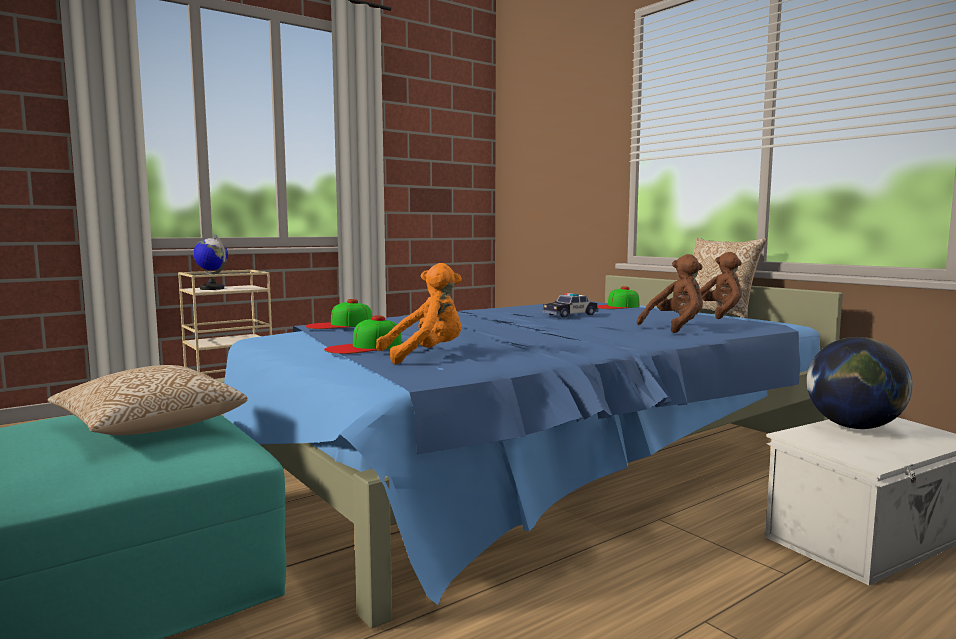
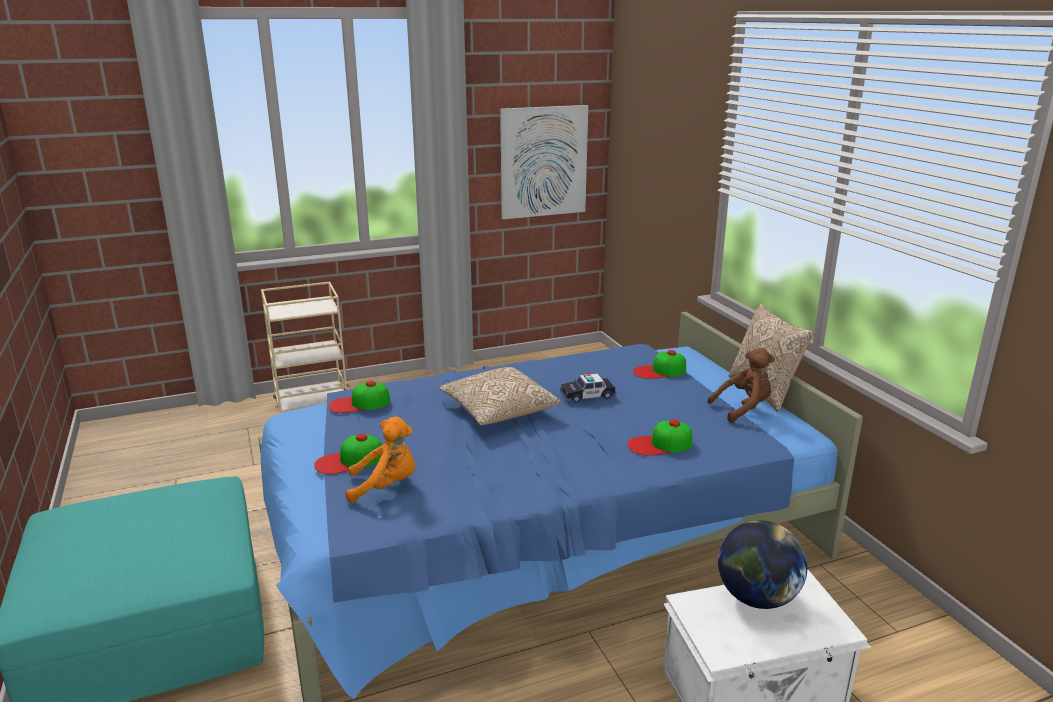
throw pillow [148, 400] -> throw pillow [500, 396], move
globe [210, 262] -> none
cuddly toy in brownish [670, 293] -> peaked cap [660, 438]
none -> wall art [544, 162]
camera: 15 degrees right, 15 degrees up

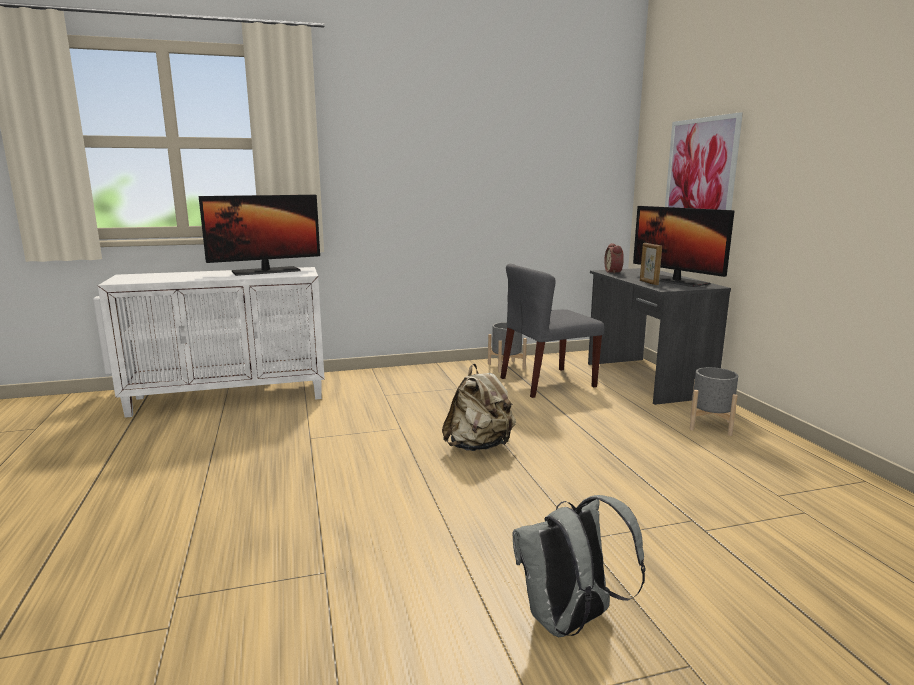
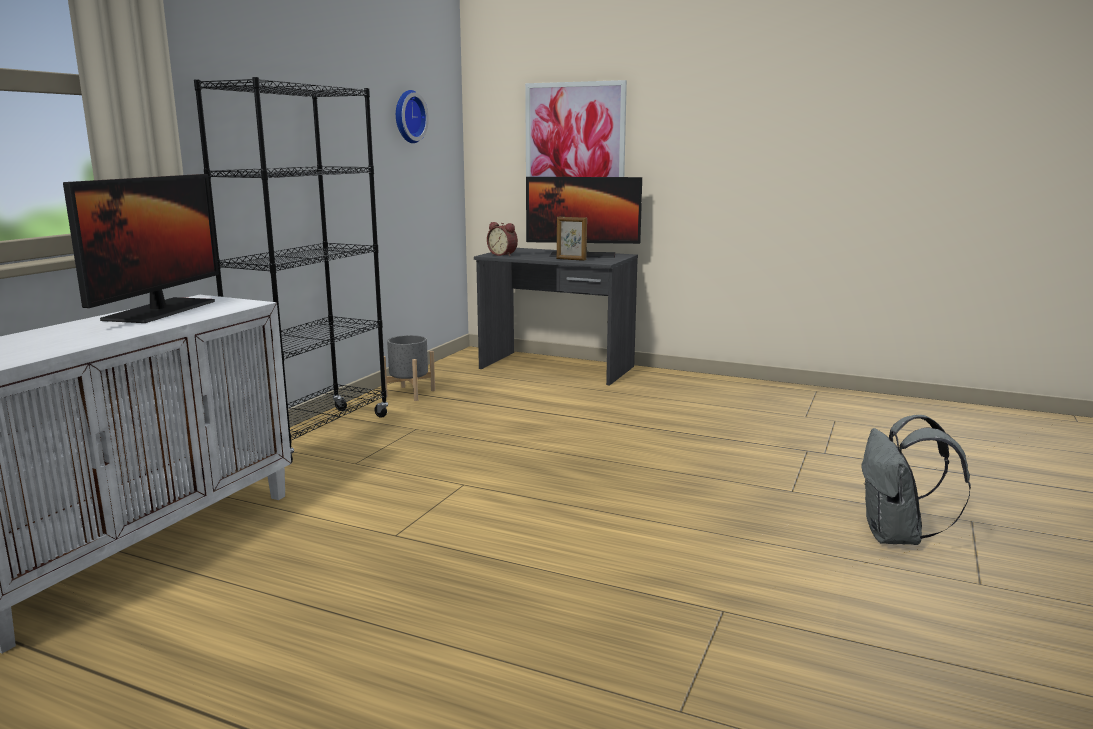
backpack in beige [479, 407] -> none
chair in gray [552, 331] -> none
planter in gray [714, 401] -> none
none -> shelving unit in black-coloured [291, 270]
none -> wall clock [412, 116]
camera: 50 degrees left, 0 degrees up

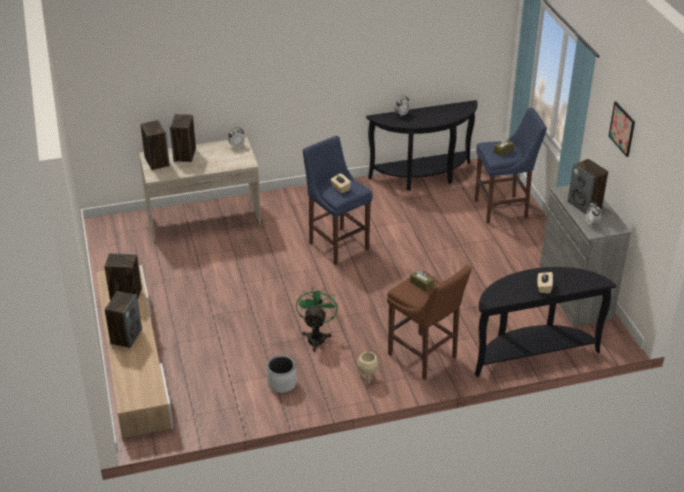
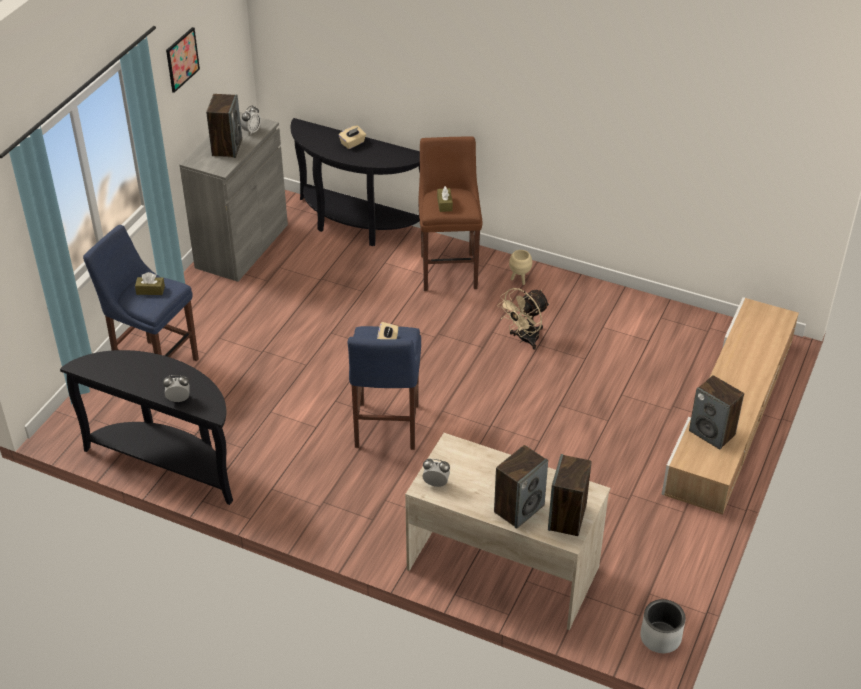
audio speaker [123, 319] -> none
planter in gray [282, 374] -> planter in gray [663, 626], move
electric fan in greenish [317, 319] -> electric fan in beige [523, 319]
camera: 140 degrees left, 5 degrees up

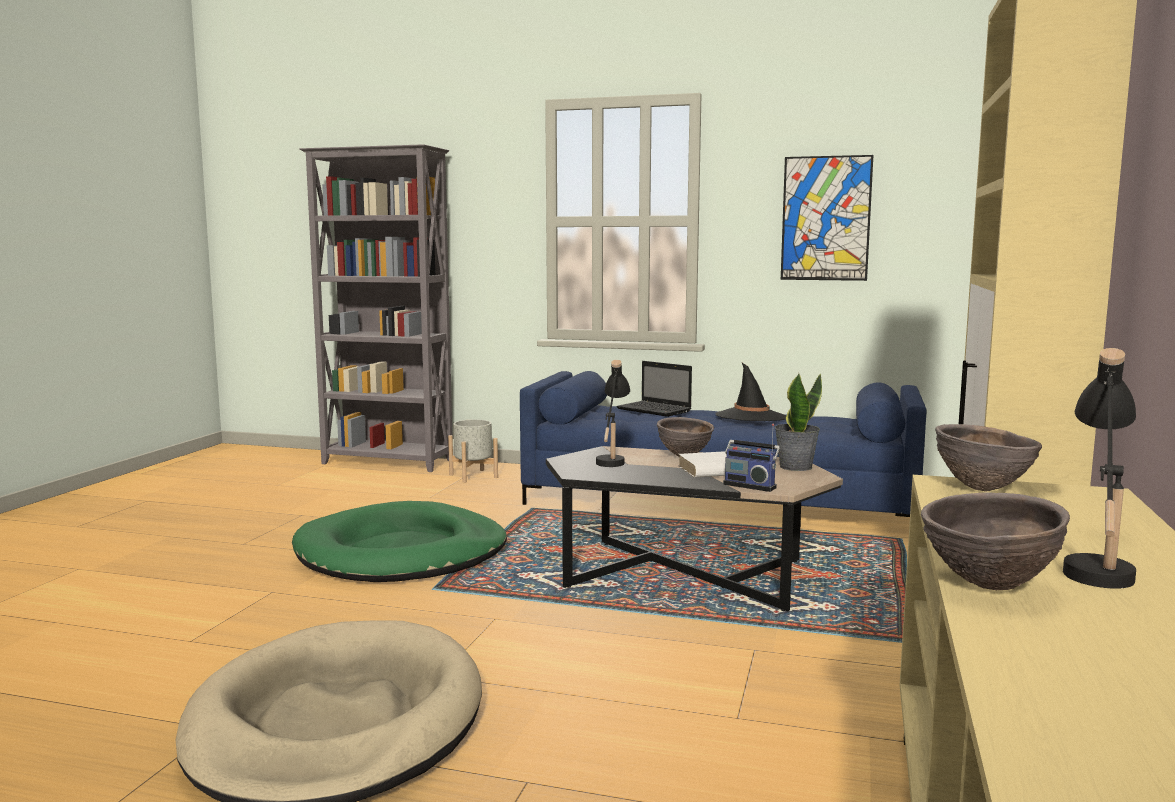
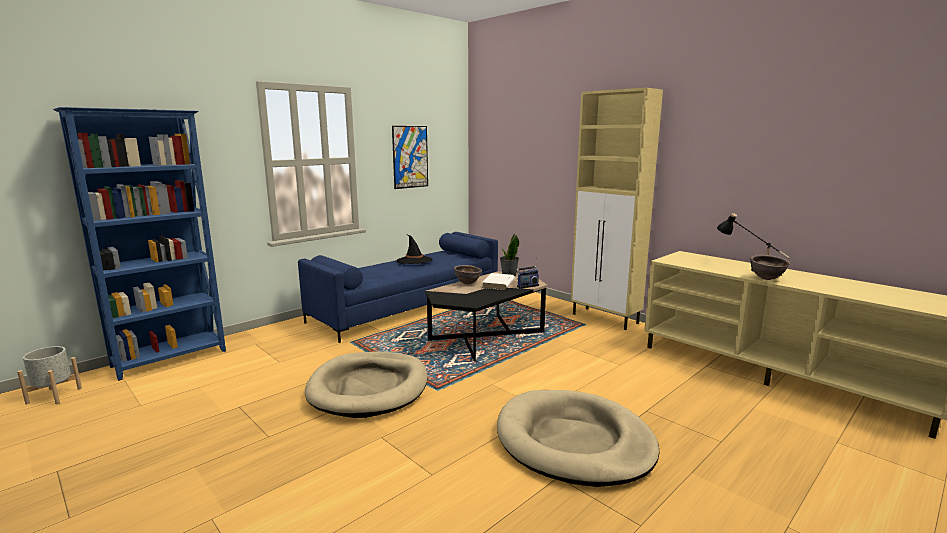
pet bed in greenish [399, 541] -> pet bed in beige [366, 385]
shelving unit in gray [375, 308] -> shelving unit in blue [139, 244]
planter in gray [473, 451] -> planter in gray [49, 375], move
table lamp in black-coloured [613, 413] -> none
portable computer [654, 389] -> none
deep dish in brownish [988, 458] -> none
camera: 60 degrees left, 5 degrees up

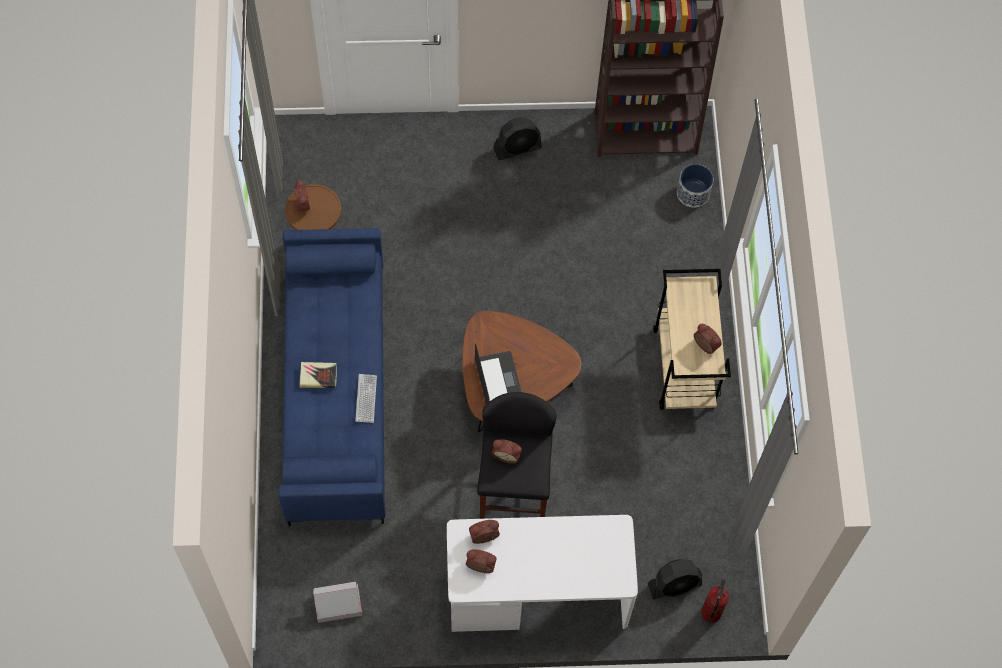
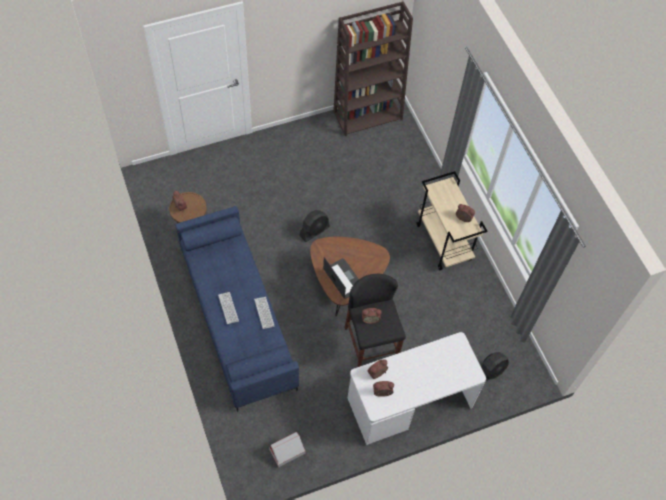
book [318, 375] -> PC keyboard [228, 308]
electric fan in black-coloured [517, 138] -> electric fan in black-coloured [314, 226], move
planter [695, 185] -> none
fire-fighting cylinder [715, 601] -> none
camera: 20 degrees left, 5 degrees down

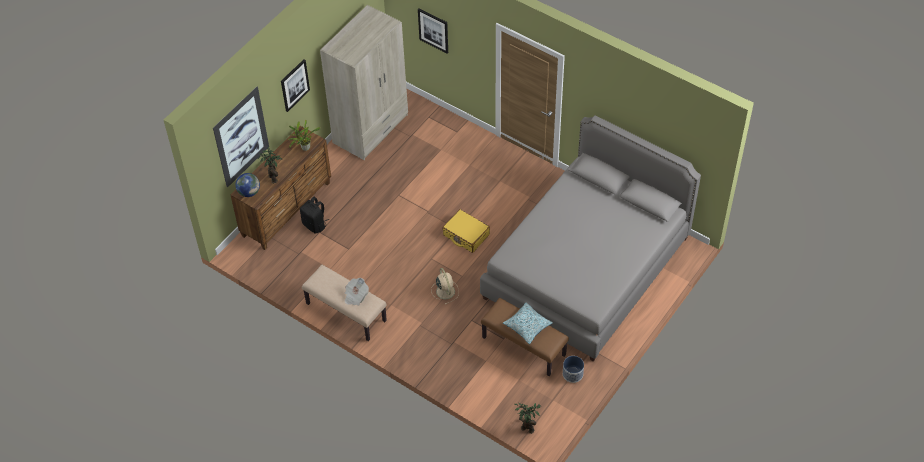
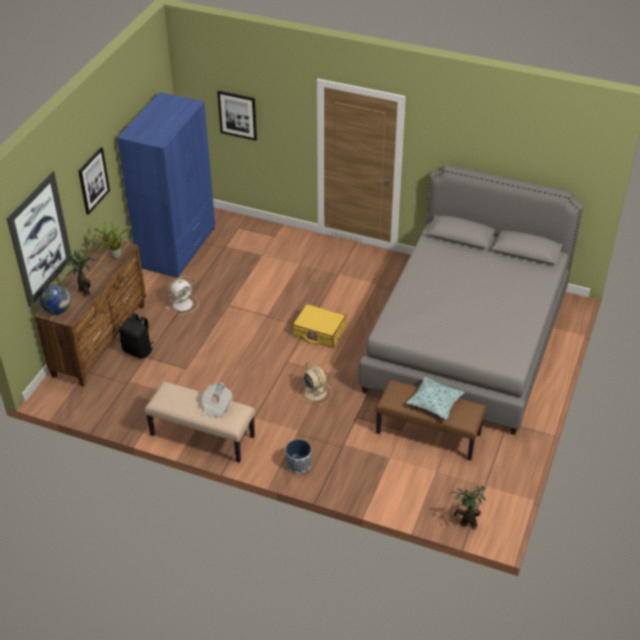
clothes cupboard in beige [364, 82] -> clothes cupboard in blue [166, 185]
planter [573, 369] -> planter [299, 456], move
none -> electric fan in whitish [182, 295]
camera: 15 degrees left, 10 degrees down

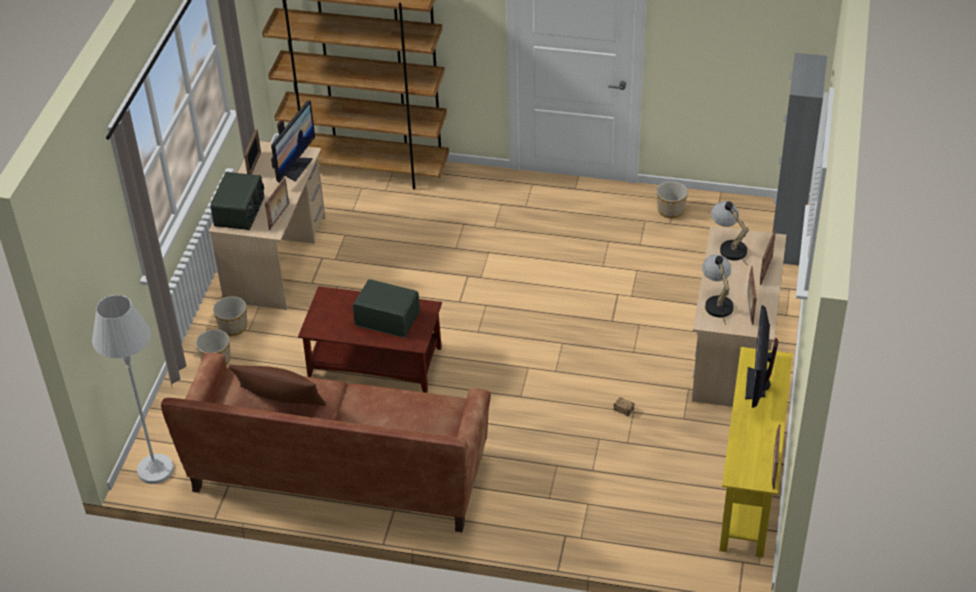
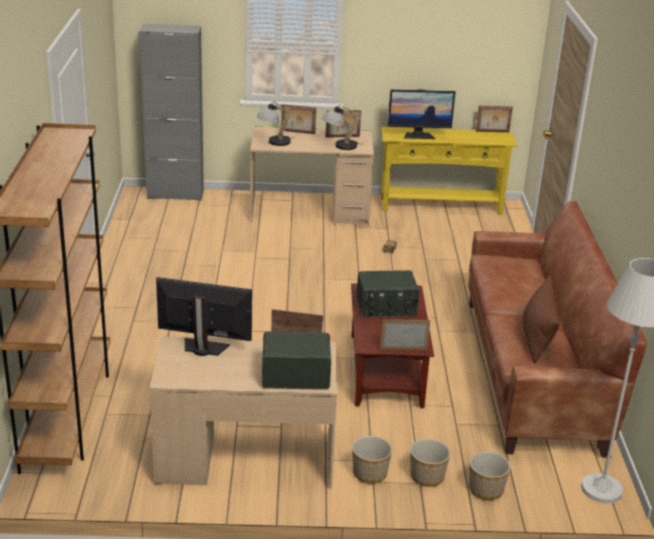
picture frame [252, 152] -> picture frame [405, 334], move
radio [386, 308] -> radio [388, 293], 105 degrees counterclockwise
planter [672, 199] -> planter [489, 475], move
camera: 105 degrees left, 15 degrees down

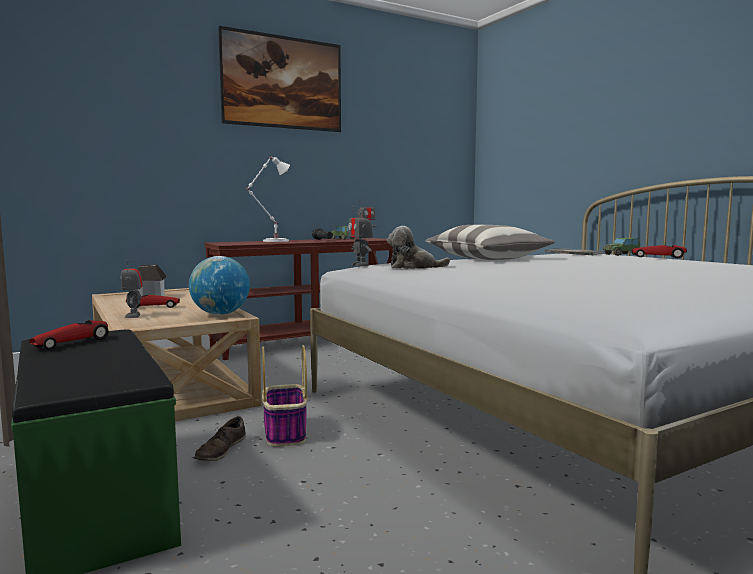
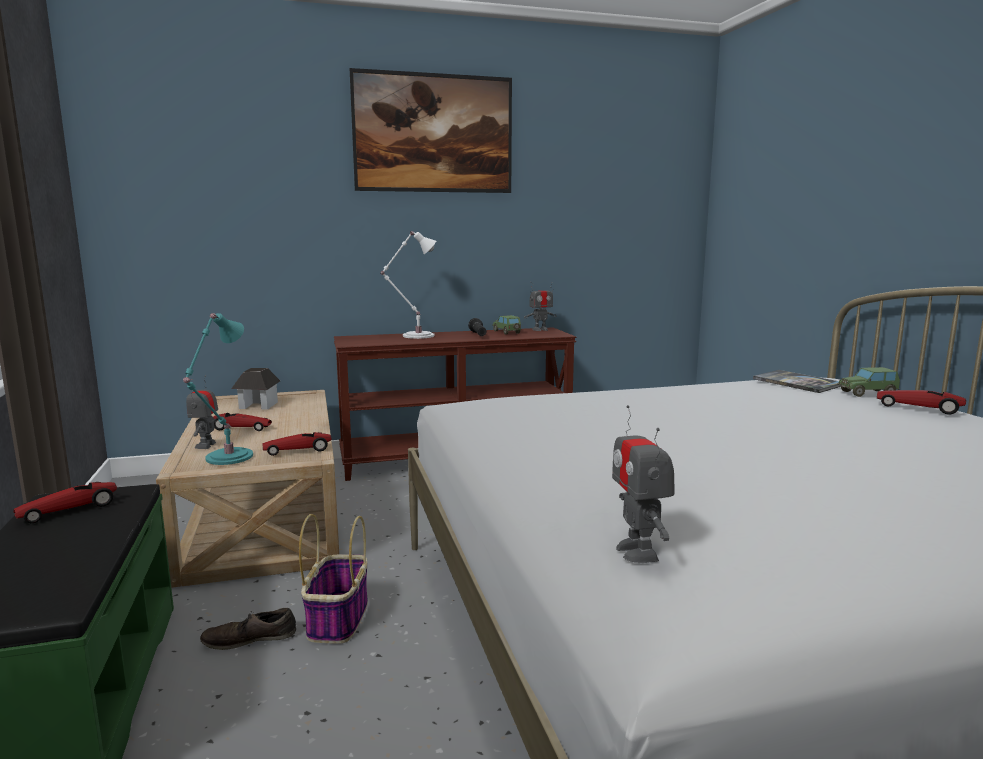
globe [219, 285] -> miniature car [297, 444]
low shoe in brownish [220, 438] -> low shoe in brownish [248, 629], 45 degrees clockwise
model robot [360, 237] -> model robot [643, 484], move
cuddly toy [418, 247] -> none
throw pillow [490, 242] -> none
none -> table lamp in blue-green [218, 389]
camera: 15 degrees right, 5 degrees up

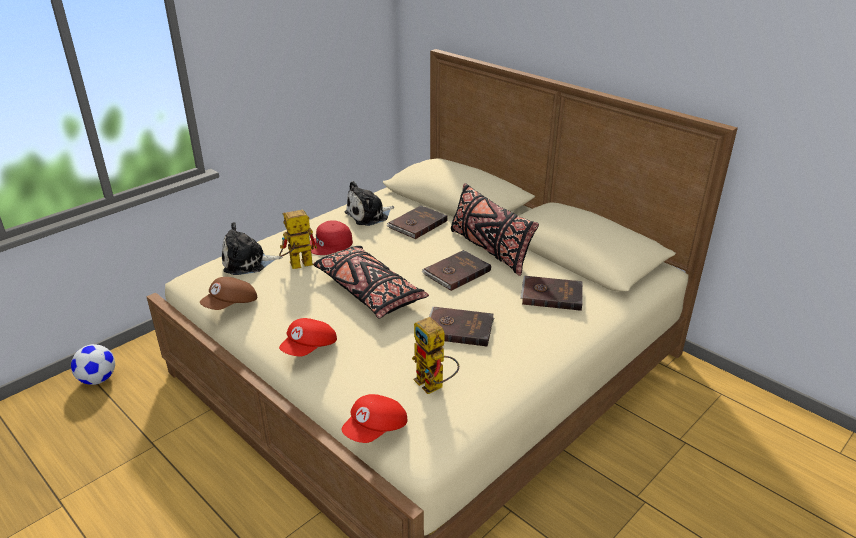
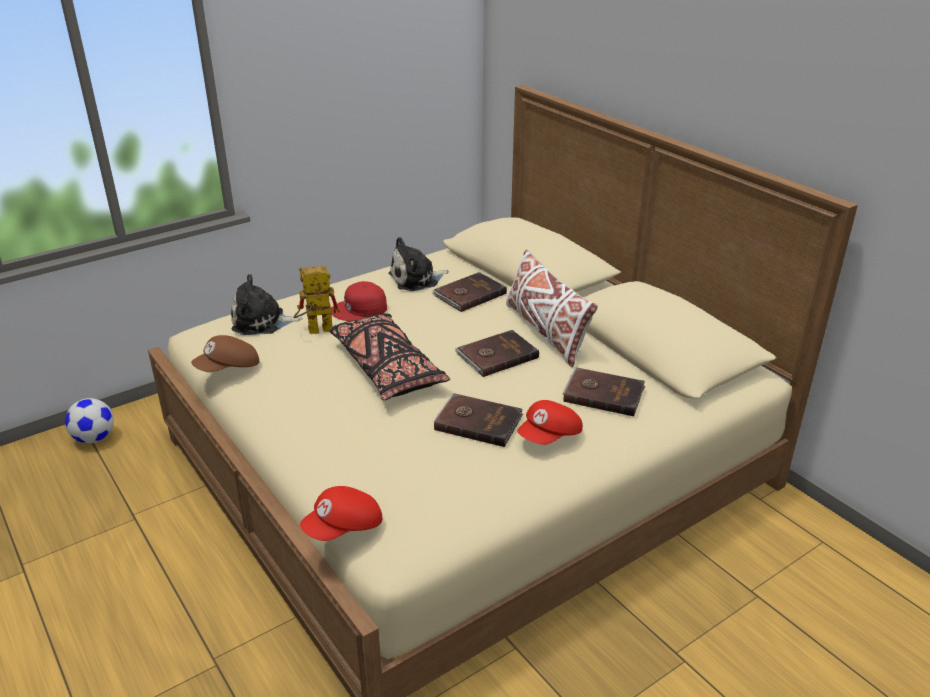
peaked cap in red-coloured [308, 337] -> peaked cap in red-coloured [550, 422], move
model robot [435, 355] -> none
throw pillow in black-coloured [495, 229] -> throw pillow in whitish [552, 308]
camera: 10 degrees right, 0 degrees up

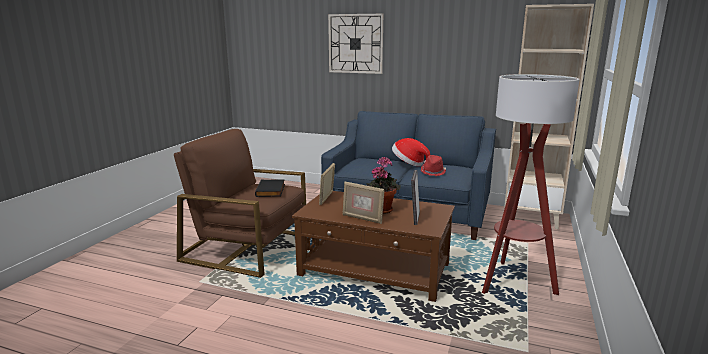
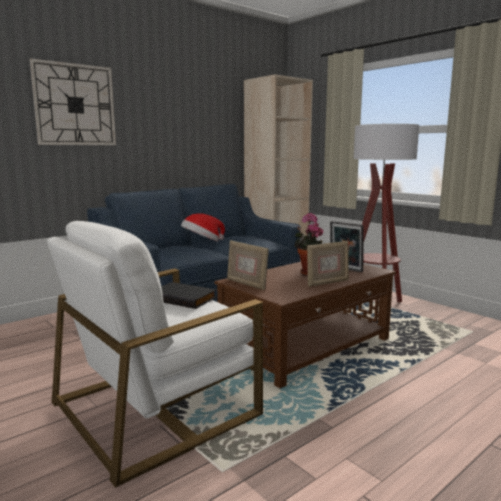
lounge chair in brownish [240, 203] -> lounge chair in whitish [155, 354]
hat in red-coloured [433, 165] -> none
camera: 60 degrees left, 5 degrees down

